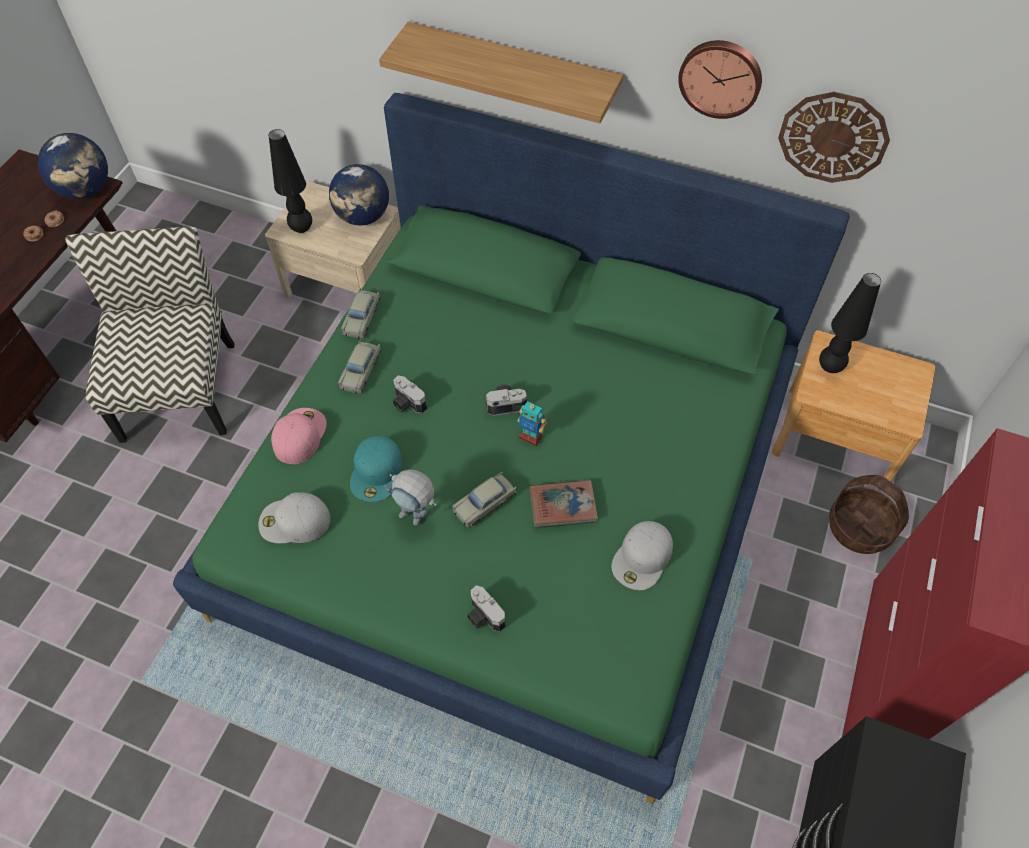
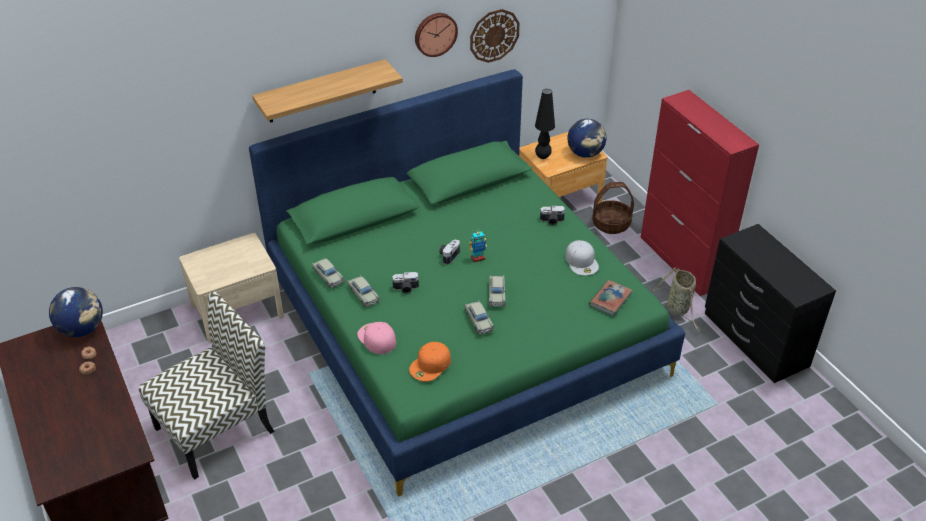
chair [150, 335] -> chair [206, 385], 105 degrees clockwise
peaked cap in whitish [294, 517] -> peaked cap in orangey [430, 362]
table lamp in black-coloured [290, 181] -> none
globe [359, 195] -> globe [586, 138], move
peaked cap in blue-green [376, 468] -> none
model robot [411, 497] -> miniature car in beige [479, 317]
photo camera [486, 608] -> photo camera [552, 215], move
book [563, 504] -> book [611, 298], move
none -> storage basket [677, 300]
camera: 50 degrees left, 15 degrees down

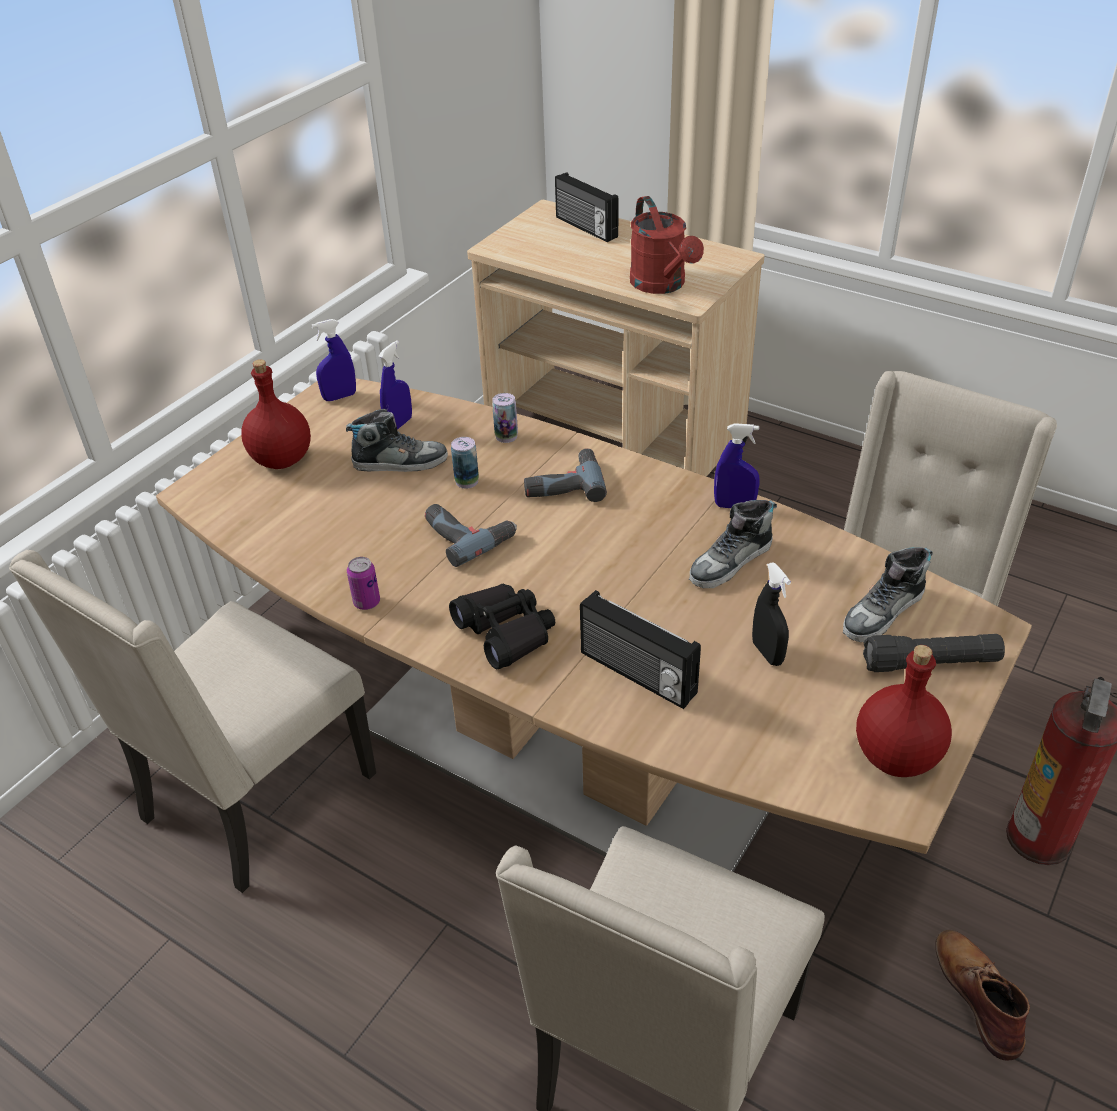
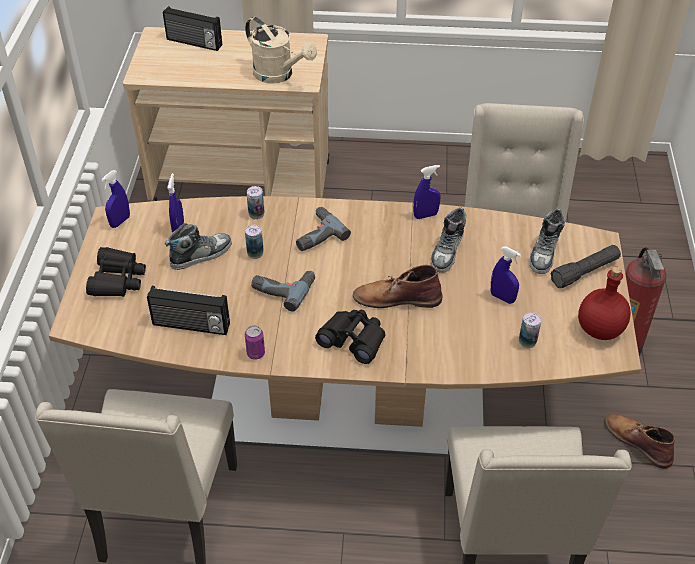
drink bottle in red-coloured [276, 414] -> binoculars in black-coloured [116, 272]
radio [640, 649] -> radio [188, 310], move
watering pot in red-coloured [667, 245] -> watering pot in beige [281, 50]
sprayer in black-coloured [771, 614] -> sprayer in blue [506, 275]
none -> tall boot in brownish [397, 286]
none -> sealed can [530, 330]
camera: 30 degrees left, 5 degrees up

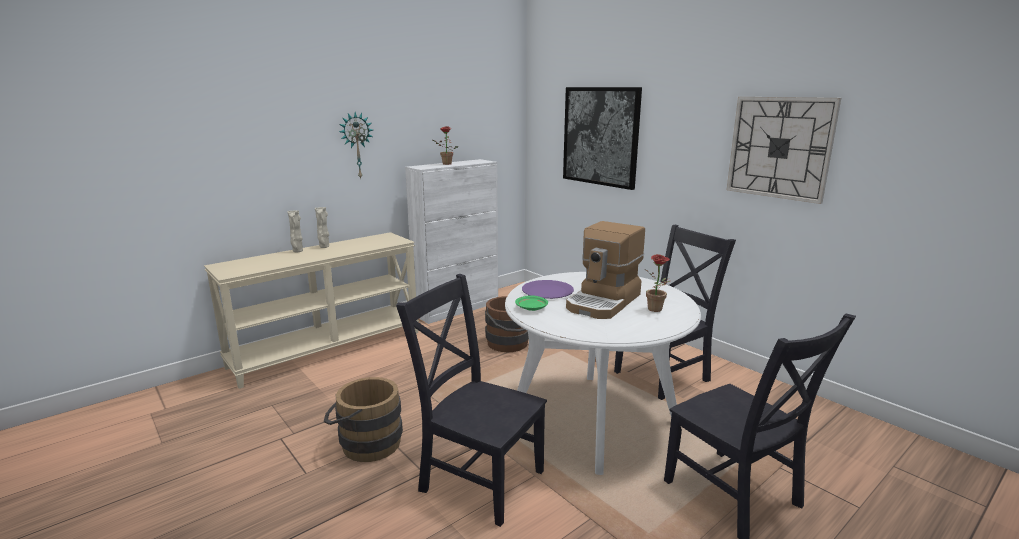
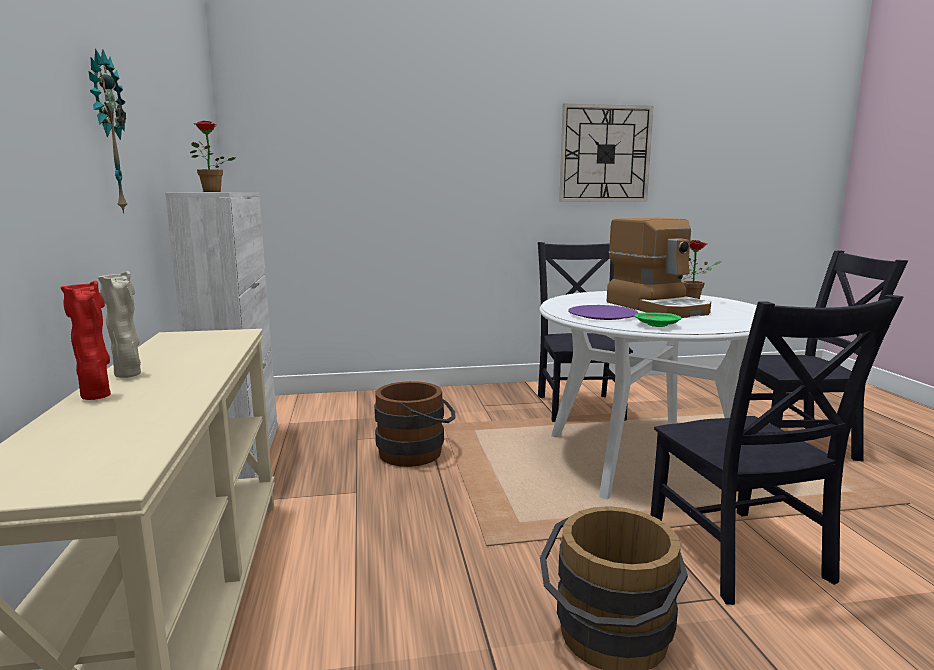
vase in beige [295, 231] -> vase in red-coloured [86, 340]
chair in black-coloured [471, 400] -> chair in black-coloured [776, 450], 75 degrees counterclockwise
wall art [602, 138] -> none
camera: 60 degrees left, 5 degrees down

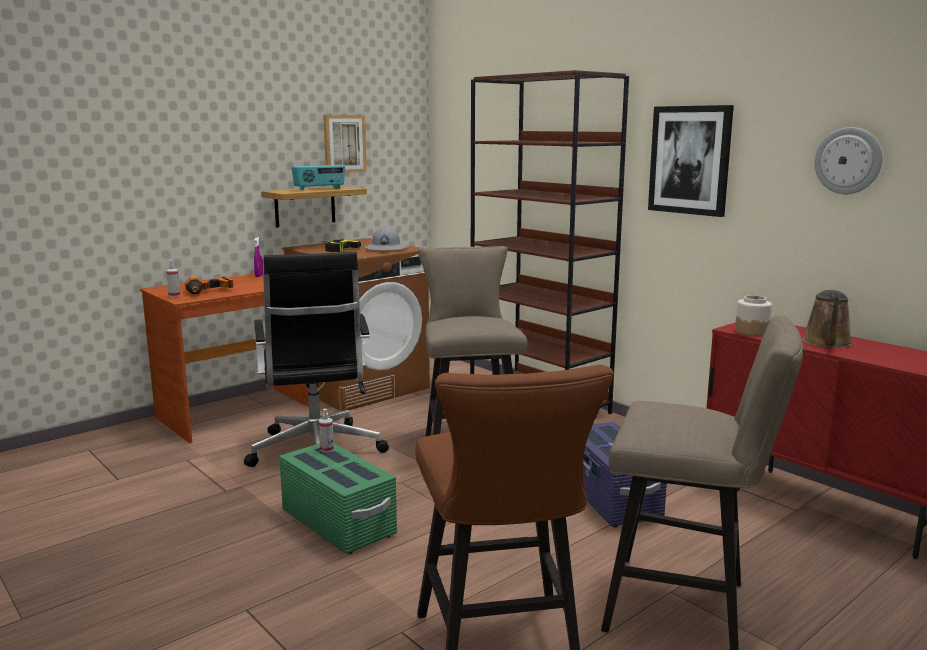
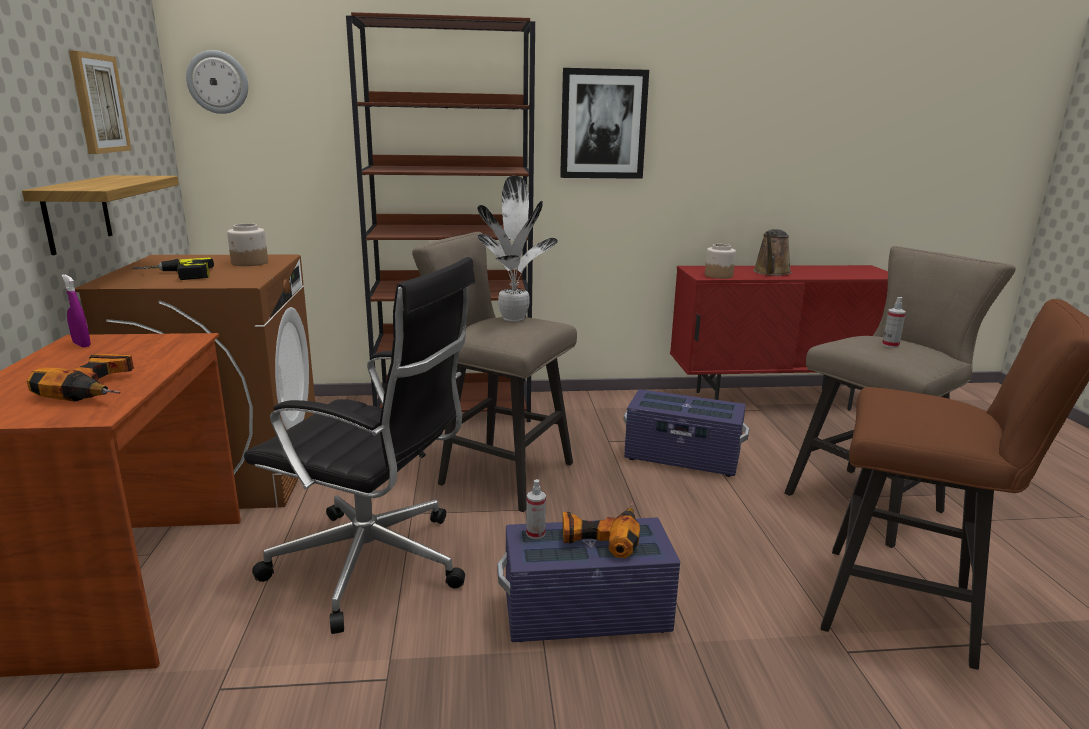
sprayer [173, 278] -> sprayer [894, 322], move
storage container in greenish [338, 498] -> storage container in purple-coloured [588, 579]
radio [318, 177] -> none
work helmet in gray [386, 238] -> storage jar [247, 244]
watering pot in brownish [828, 319] -> watering pot in brownish [772, 252], 60 degrees clockwise
wall clock [848, 160] -> wall clock [217, 82], move
none -> potted plant [517, 249]
none -> power drill [601, 530]
camera: 55 degrees left, 5 degrees up

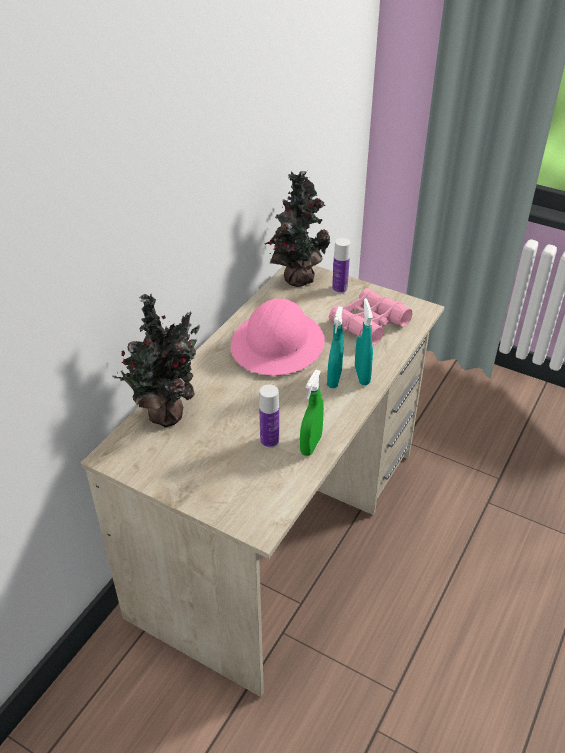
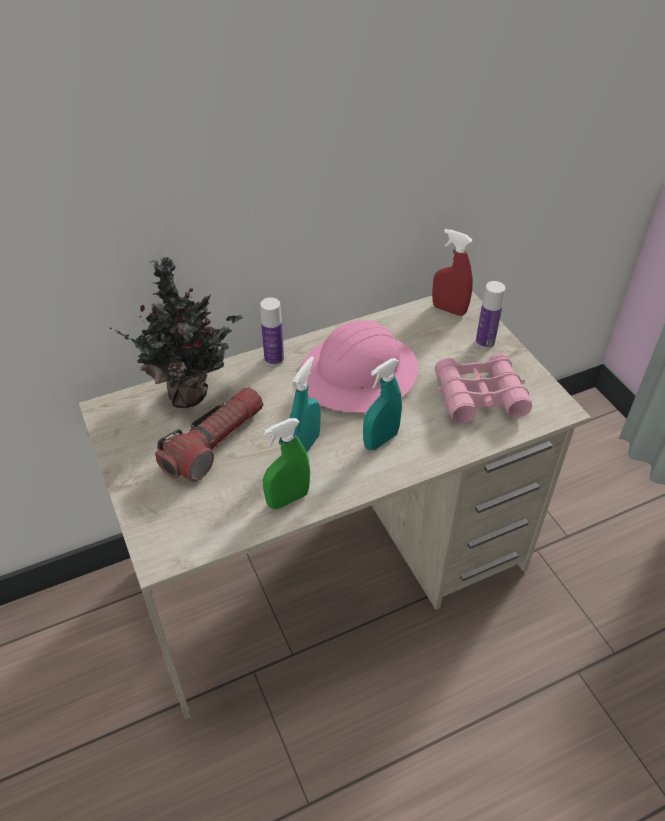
drink bottle [269, 416] -> drink bottle [272, 331], move
potted plant [297, 229] -> sprayer in red-coloured [452, 272]
sprayer in blue-green [364, 341] -> sprayer in blue-green [305, 404], move
none -> hand torch [209, 434]
camera: 35 degrees right, 5 degrees up

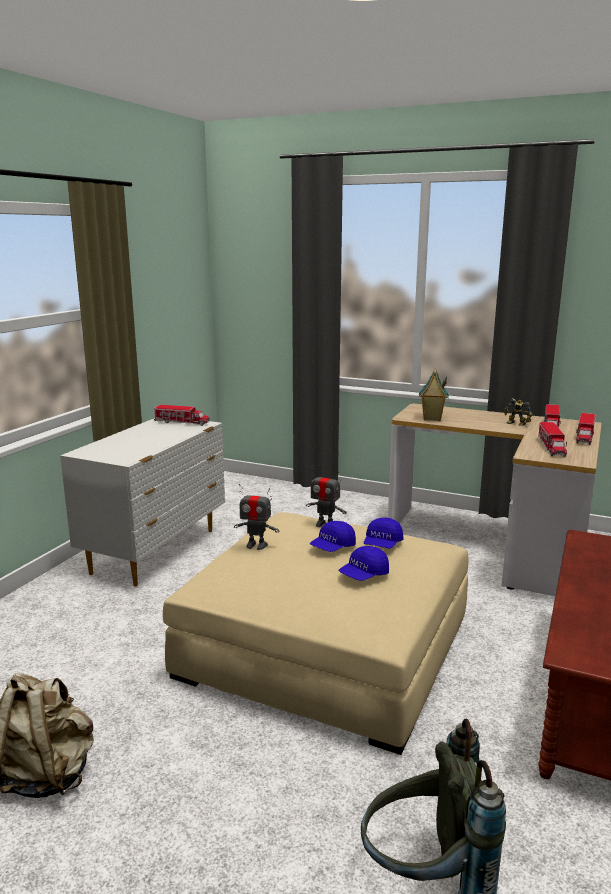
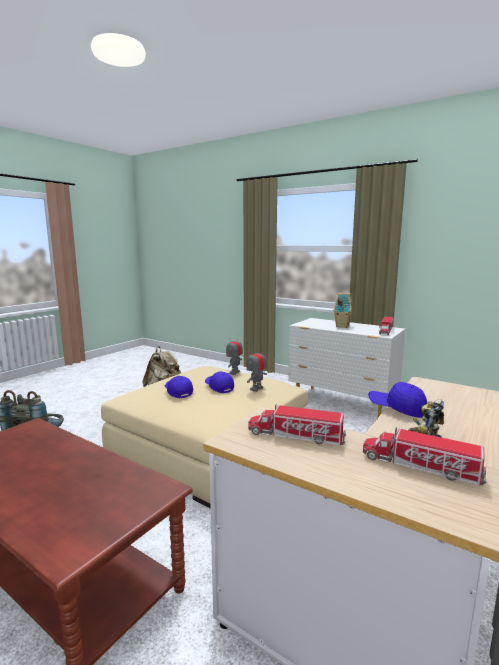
peaked cap in blue [384, 533] -> peaked cap in blue [397, 400], move
toy house [434, 395] -> toy house [343, 310], move
toy truck [586, 429] -> none
camera: 100 degrees right, 5 degrees down

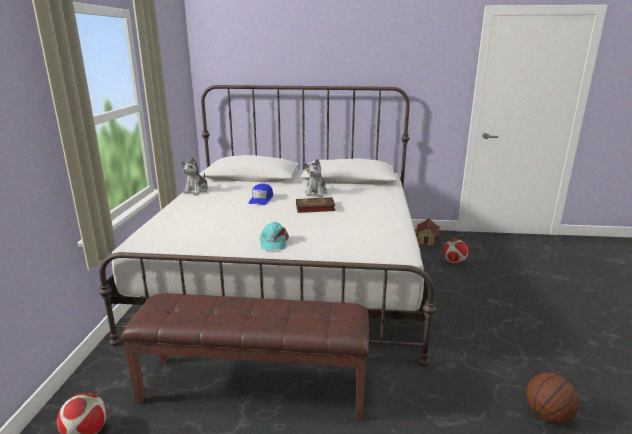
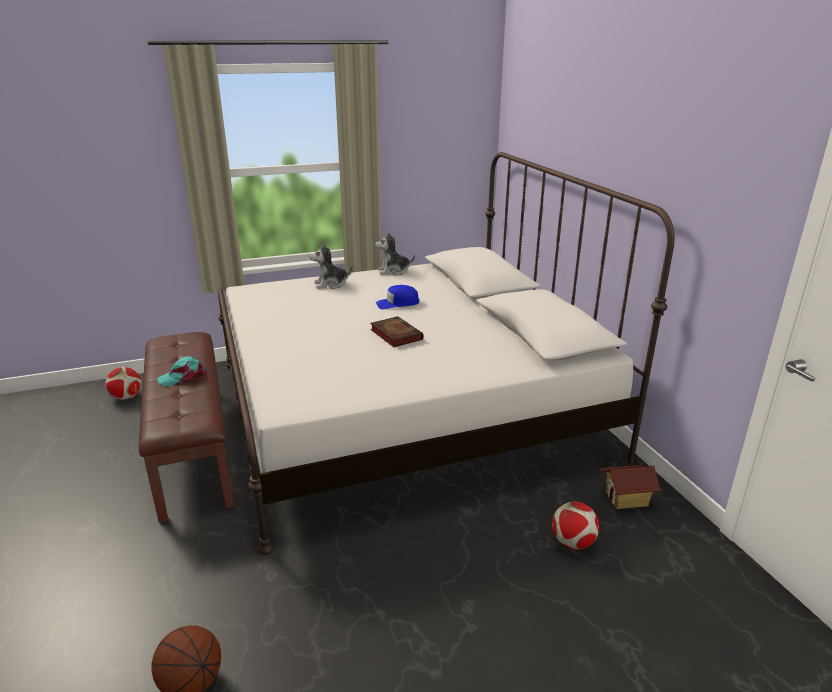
peaked cap in blue-green [274, 236] -> peaked cap in blue-green [182, 371], move
cuddly toy [315, 178] -> cuddly toy [331, 266], move
camera: 65 degrees right, 5 degrees up

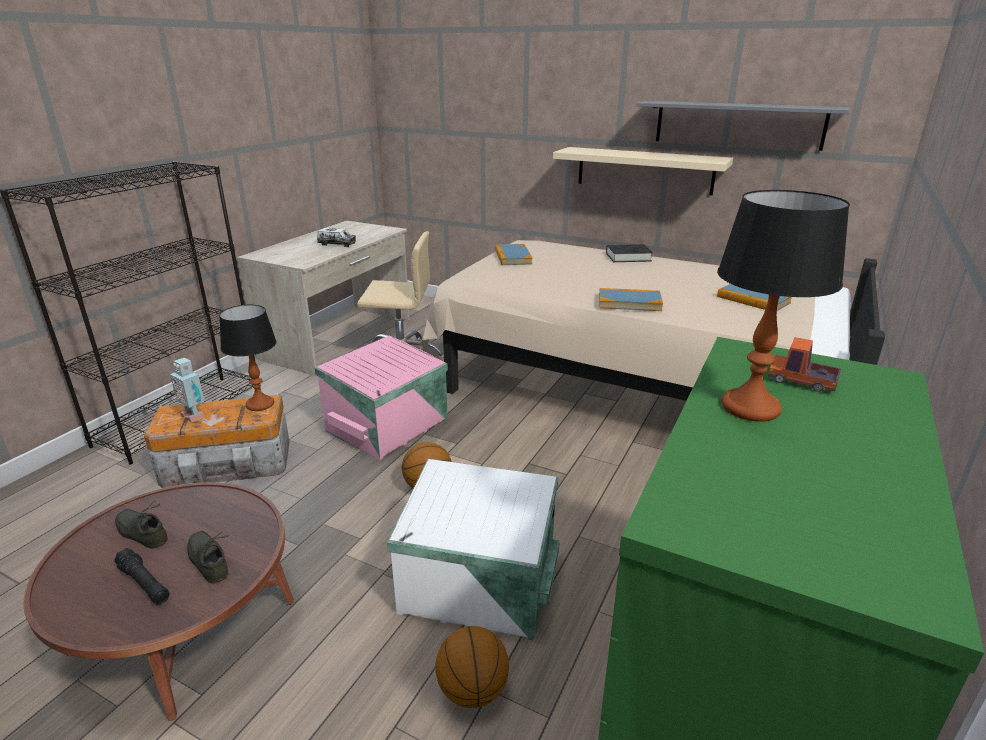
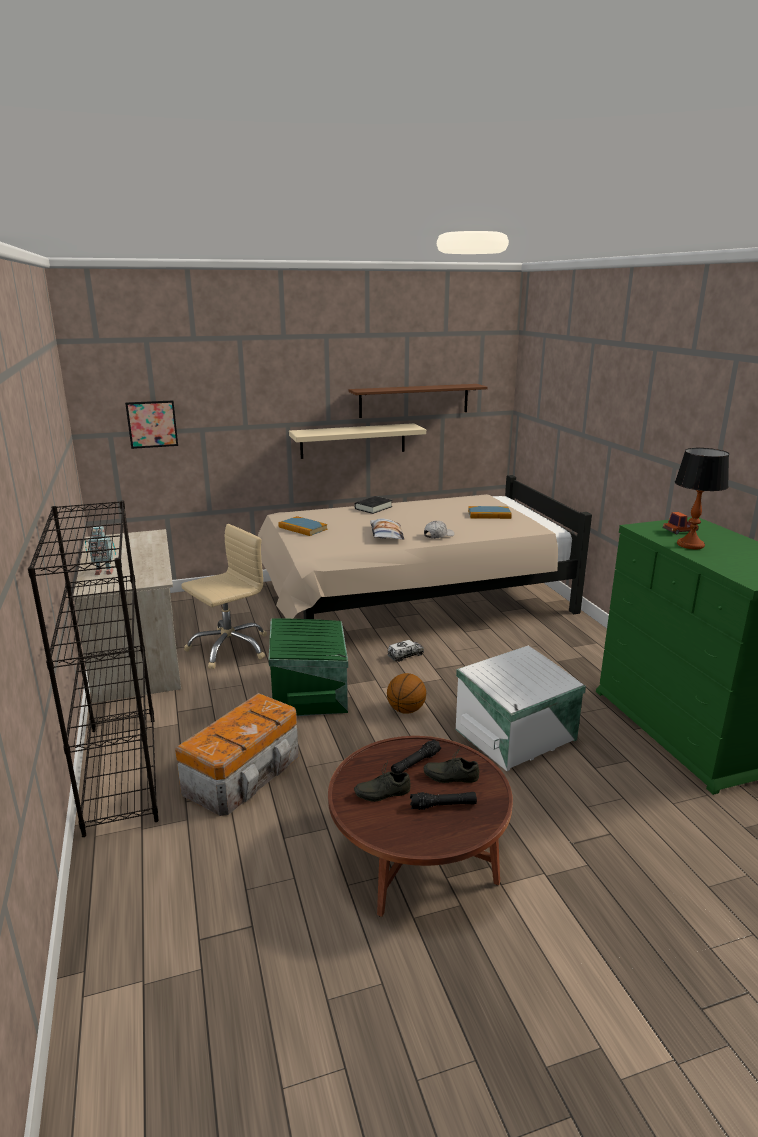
model robot [187, 390] -> model robot [100, 550], move
table lamp [248, 358] -> none
storage container in pinkish [381, 398] -> storage container in greenish [308, 667]
toy truck [336, 237] -> toy truck [405, 651], move
ball for basketball [472, 667] -> none
book [631, 299] -> peaked cap in whitish [439, 530]
shelf in gray [744, 126] -> shelf in brownish [418, 401]
none -> wall art [151, 424]
none -> throw pillow [387, 529]
none -> hand torch in black-coloured [416, 756]
camera: 45 degrees left, 5 degrees down

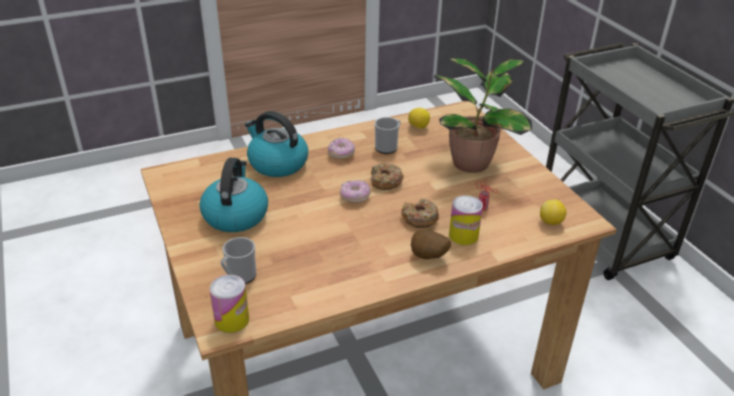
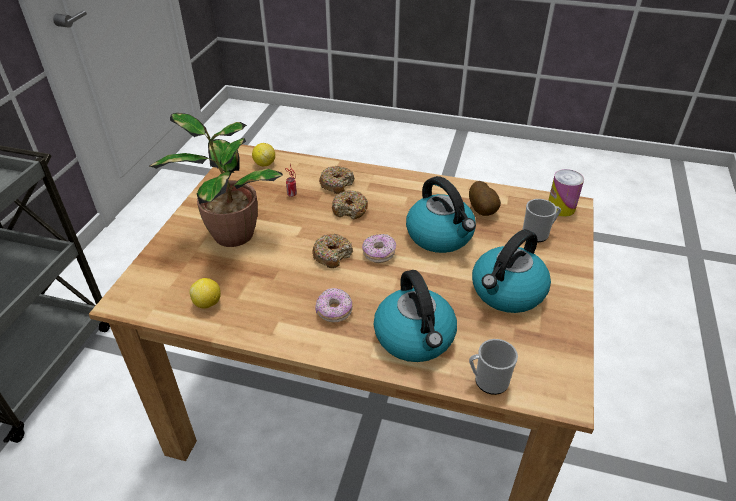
tea mug [387, 135] -> tea mug [493, 367], move
spud [431, 244] -> spud [485, 198], move
sealed can [466, 220] -> donut [337, 180]
none -> kettle [441, 214]
camera: 140 degrees left, 5 degrees up

